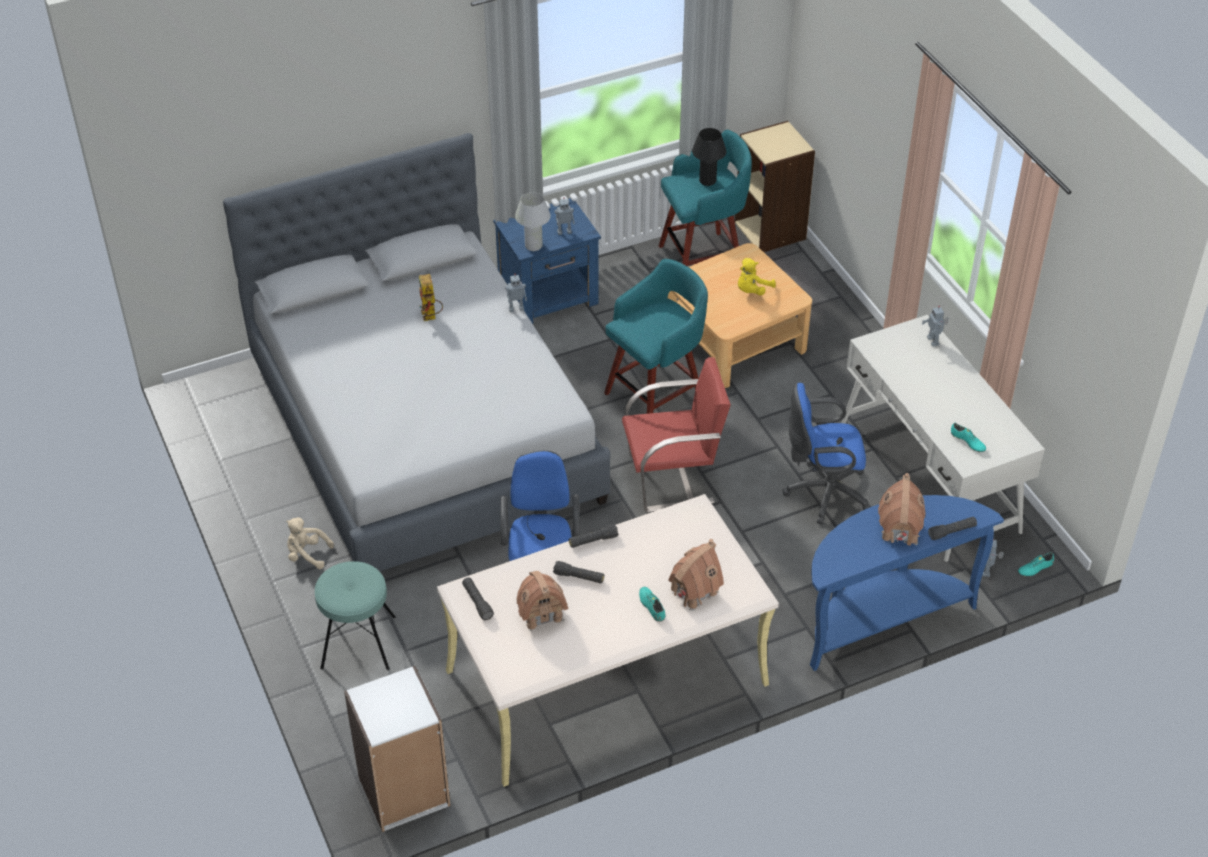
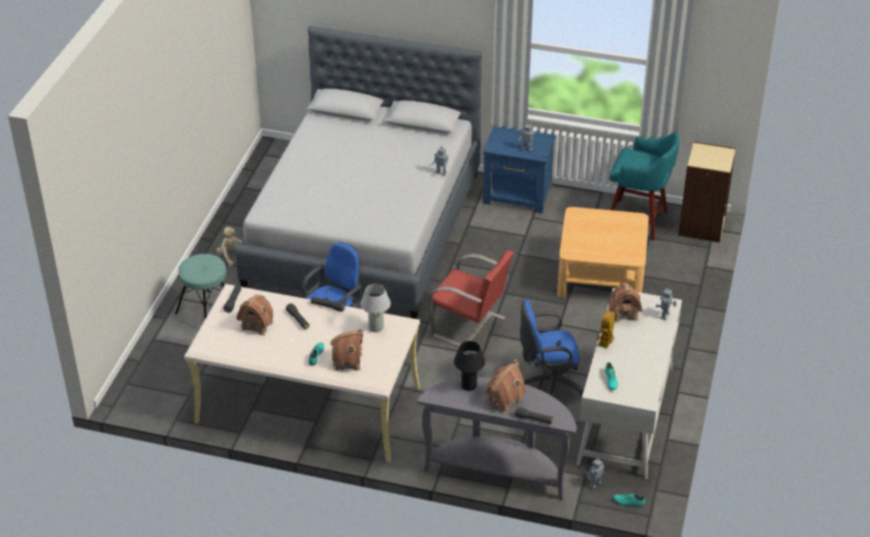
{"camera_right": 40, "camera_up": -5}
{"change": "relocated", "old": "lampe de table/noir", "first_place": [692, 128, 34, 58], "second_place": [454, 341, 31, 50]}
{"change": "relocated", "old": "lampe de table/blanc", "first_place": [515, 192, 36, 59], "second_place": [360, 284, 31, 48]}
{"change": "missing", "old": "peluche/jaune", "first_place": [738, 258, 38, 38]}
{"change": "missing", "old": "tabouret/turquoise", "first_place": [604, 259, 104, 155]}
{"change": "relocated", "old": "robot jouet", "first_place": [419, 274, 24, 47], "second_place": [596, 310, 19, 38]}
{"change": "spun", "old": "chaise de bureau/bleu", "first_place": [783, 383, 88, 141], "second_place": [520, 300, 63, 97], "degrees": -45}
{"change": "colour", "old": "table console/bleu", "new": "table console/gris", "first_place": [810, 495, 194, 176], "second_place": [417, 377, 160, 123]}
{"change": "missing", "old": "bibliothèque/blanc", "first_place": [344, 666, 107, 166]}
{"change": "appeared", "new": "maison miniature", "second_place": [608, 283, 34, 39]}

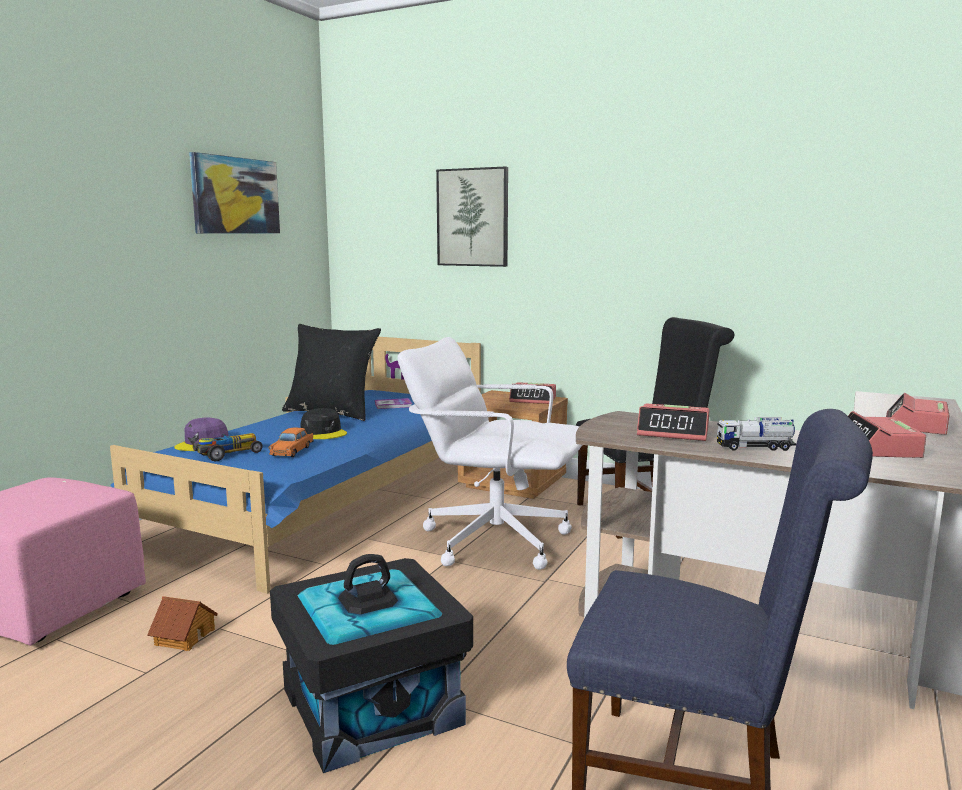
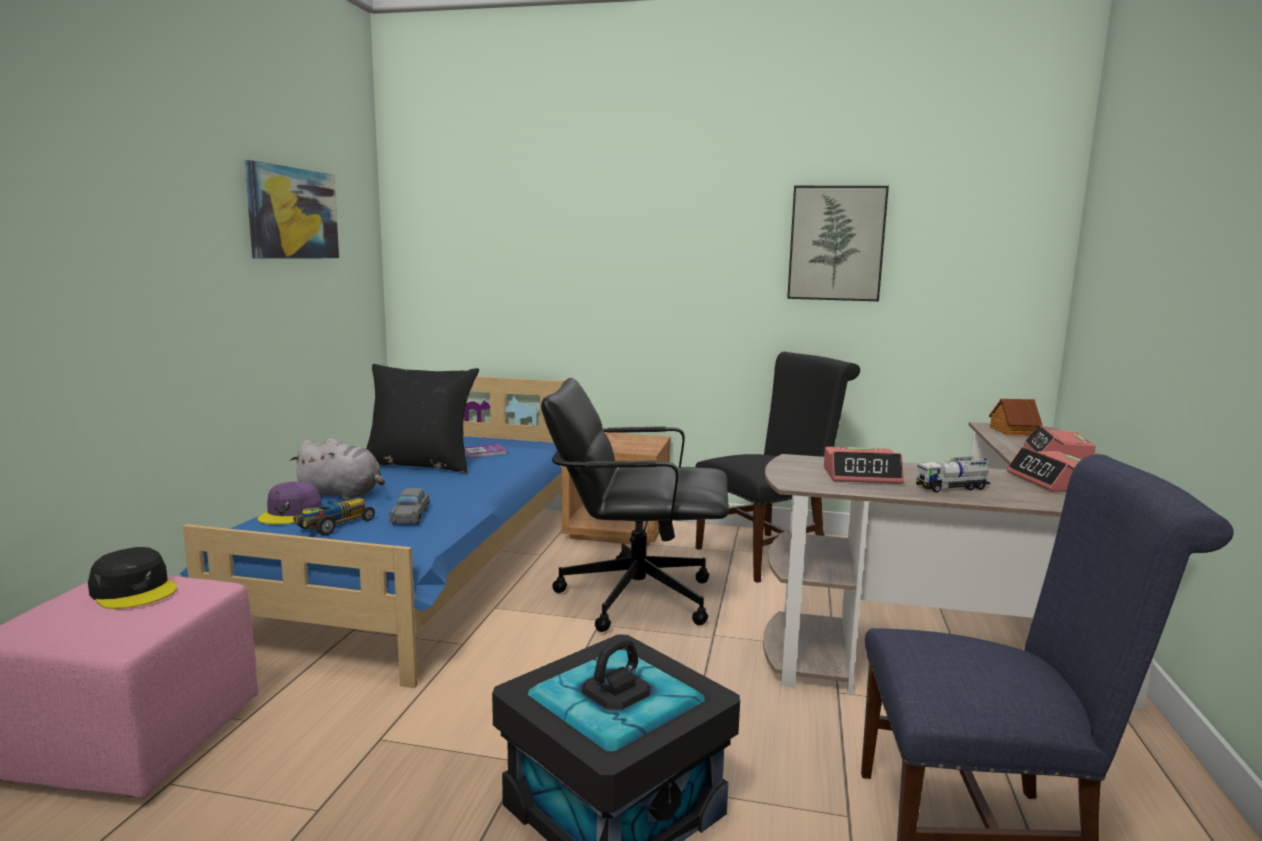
{"camera_right": -15, "camera_up": 0}
{"change": "relocated", "old": "tableau", "first_place": [436, 166, 72, 101], "second_place": [787, 186, 102, 115]}
{"change": "colour", "old": "chaise de bureau/blanc", "new": "chaise de bureau/noir", "first_place": [397, 337, 185, 233], "second_place": [541, 378, 188, 254]}
{"change": "missing", "old": "réveil", "first_place": [509, 382, 47, 22]}
{"change": "relocated", "old": "casquette/noir", "first_place": [301, 408, 46, 31], "second_place": [88, 547, 89, 62]}
{"change": "colour", "old": "petite voiture/orange", "new": "petite voiture/gris", "first_place": [269, 428, 45, 29], "second_place": [389, 488, 41, 36]}
{"change": "relocated", "old": "maison miniature", "first_place": [147, 596, 71, 55], "second_place": [989, 399, 54, 37]}
{"change": "appeared", "new": "peluche/gris", "second_place": [290, 438, 95, 62]}

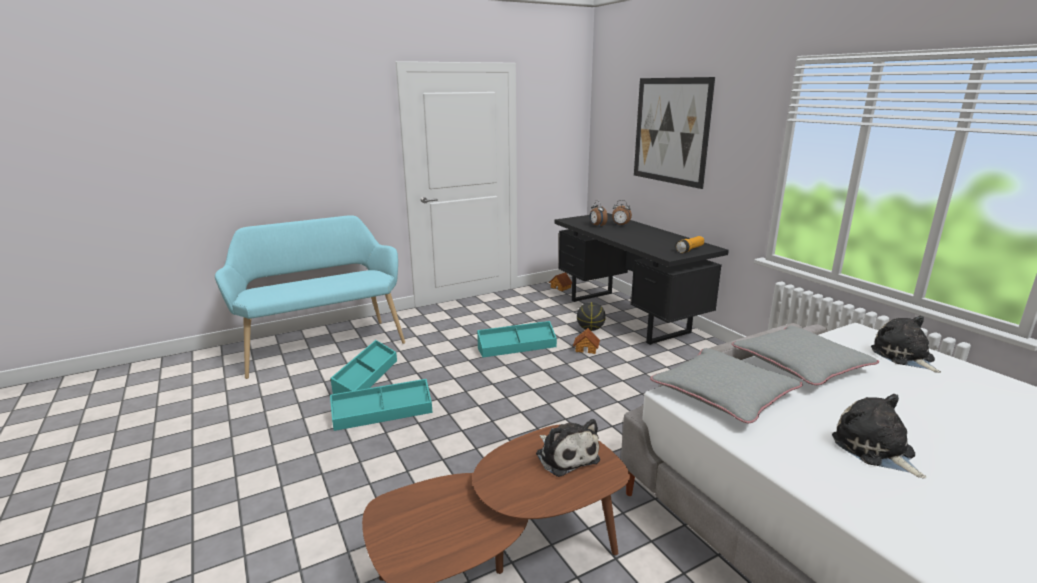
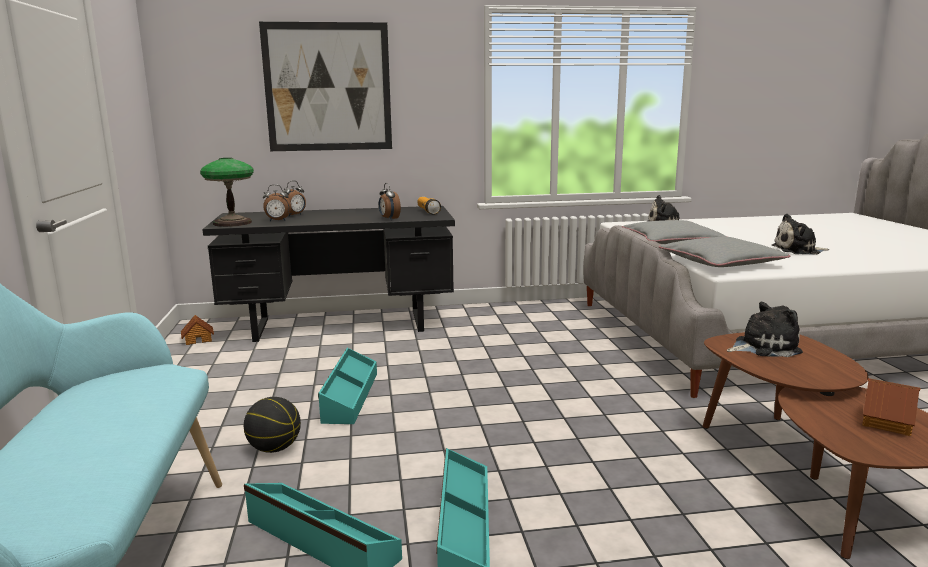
{"camera_right": -70, "camera_up": -5}
{"change": "relocated", "old": "ballon de basket", "first_place": [577, 302, 29, 29], "second_place": [244, 397, 57, 56]}
{"change": "relocated", "old": "maison miniature", "first_place": [573, 328, 27, 26], "second_place": [862, 378, 58, 58]}
{"change": "appeared", "new": "lampe de table", "second_place": [200, 158, 54, 69]}
{"change": "appeared", "new": "réveil", "second_place": [379, 183, 22, 37]}

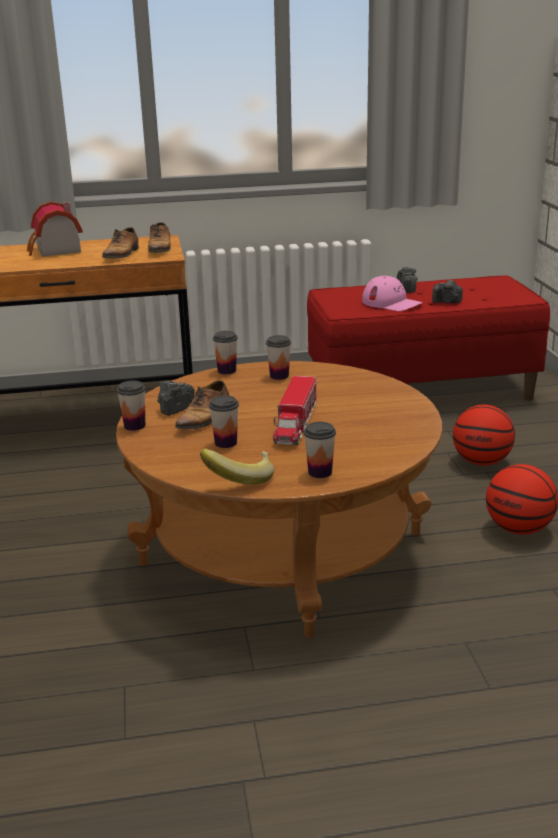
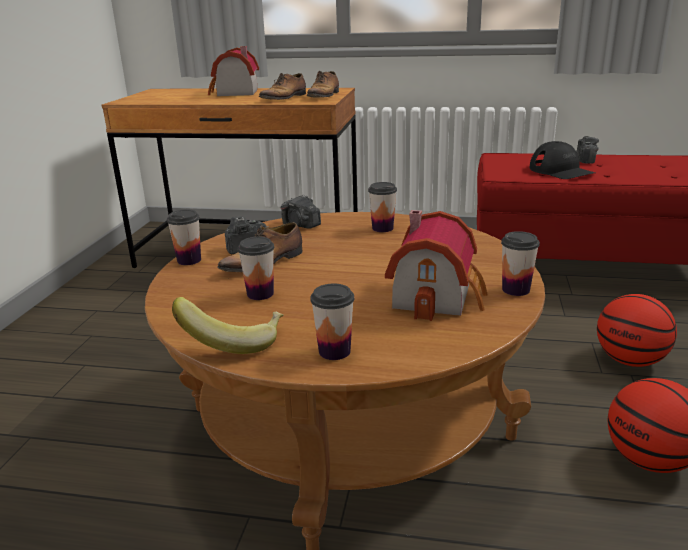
{"camera_right": 20, "camera_up": 0}
{"change": "colour", "old": "casquette/rose", "new": "casquette/noir", "first_place": [362, 276, 61, 35], "second_place": [529, 141, 66, 38]}
{"change": "relocated", "old": "appareil photo", "first_place": [432, 279, 31, 24], "second_place": [281, 195, 40, 34]}
{"change": "relocated", "old": "tasse", "first_place": [213, 331, 25, 43], "second_place": [501, 231, 39, 65]}
{"change": "missing", "old": "camion jouet", "first_place": [273, 376, 43, 69]}
{"change": "appeared", "new": "maison miniature", "second_place": [385, 210, 103, 111]}

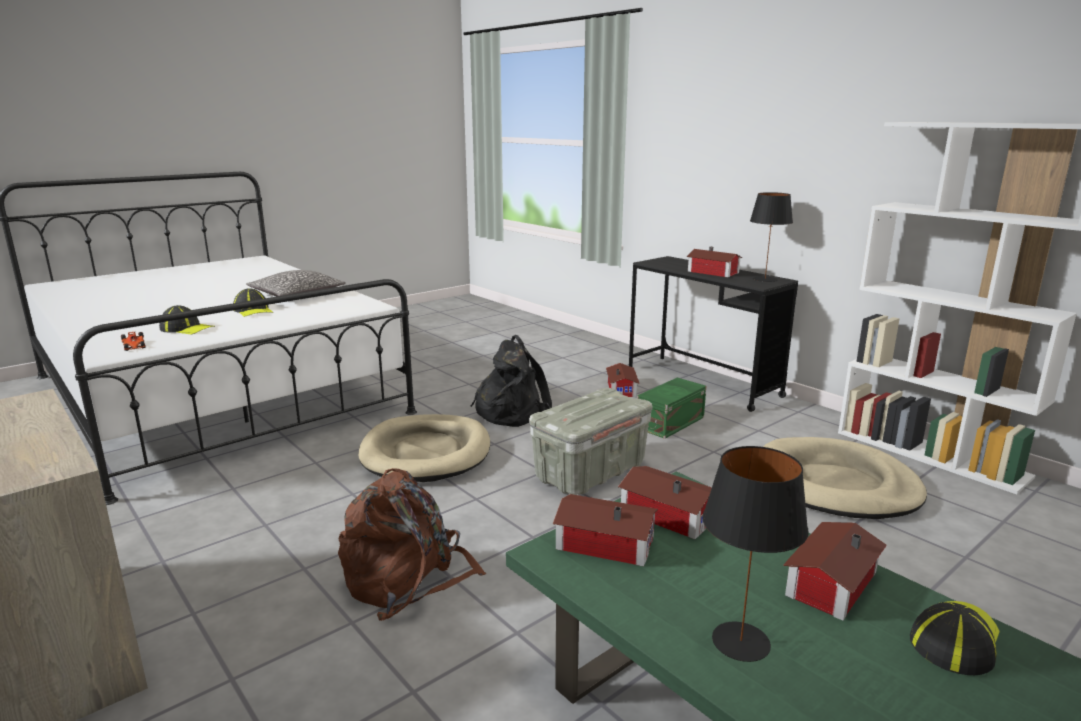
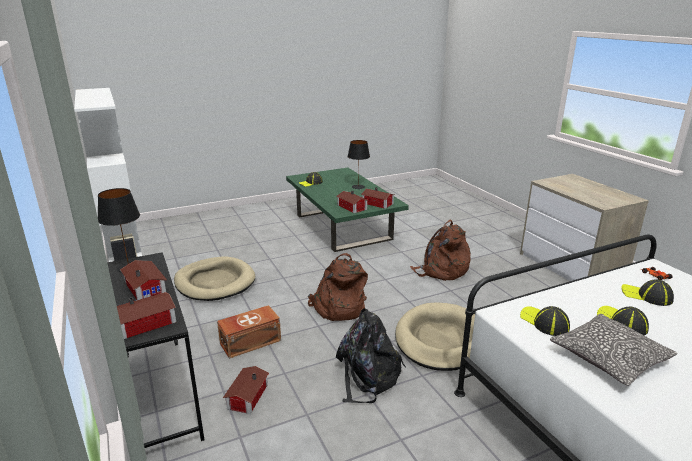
{"camera_right": -165, "camera_up": 5}
{"change": "colour", "old": "boîte de rangement/vert", "new": "boîte de rangement/marron", "first_place": [637, 378, 69, 61], "second_place": [217, 305, 64, 54]}
{"change": "exchanged", "old": "boîte de rangement/gris", "new": "sac à dos/marron", "first_place": [529, 388, 123, 107], "second_place": [307, 253, 61, 68]}
{"change": "relocated", "old": "maison miniature", "first_place": [783, 522, 104, 98], "second_place": [117, 292, 59, 47]}
{"change": "appeared", "new": "casquette", "second_place": [520, 306, 50, 30]}

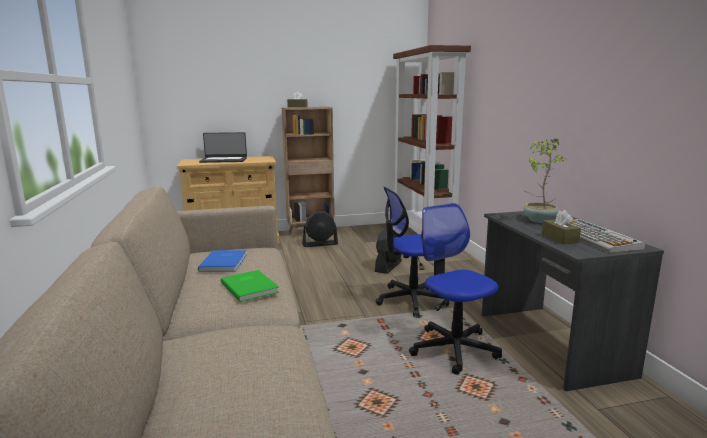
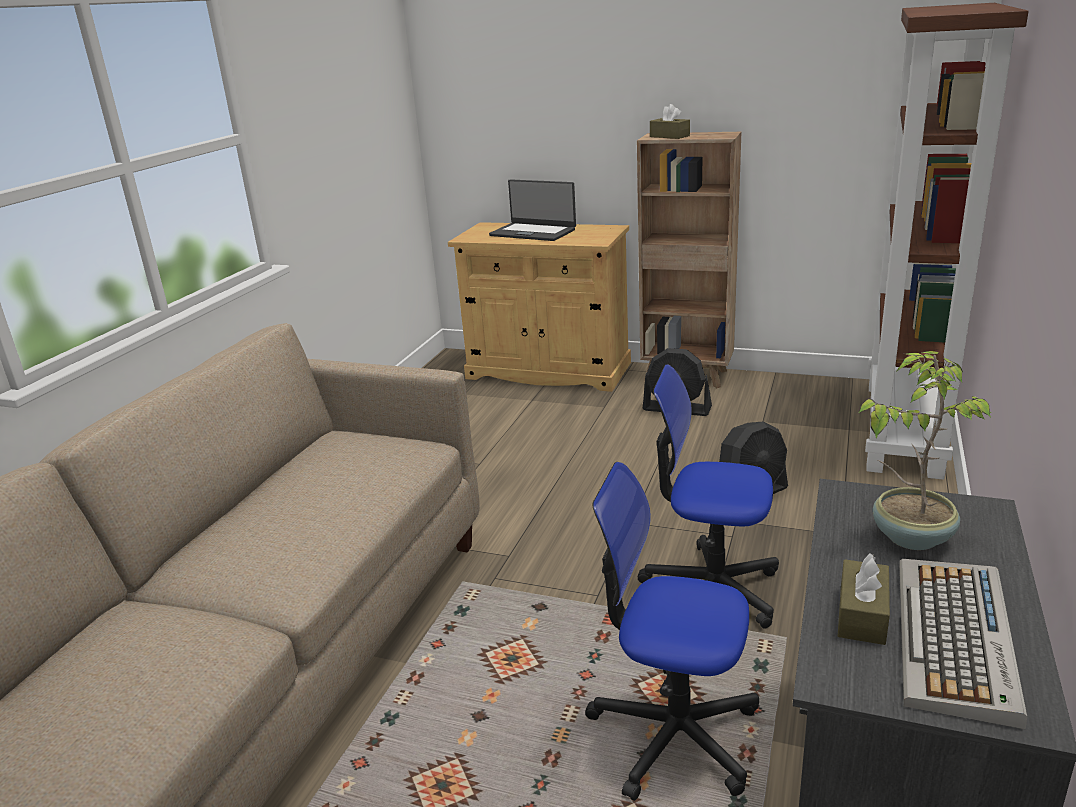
{"camera_right": 35, "camera_up": 10}
{"change": "spun", "old": "chaise de bureau", "first_place": [409, 203, 93, 172], "second_place": [585, 462, 174, 339], "degrees": -75}
{"change": "missing", "old": "livre/bleu", "first_place": [198, 250, 48, 22]}
{"change": "missing", "old": "livre/vert", "first_place": [221, 270, 59, 32]}

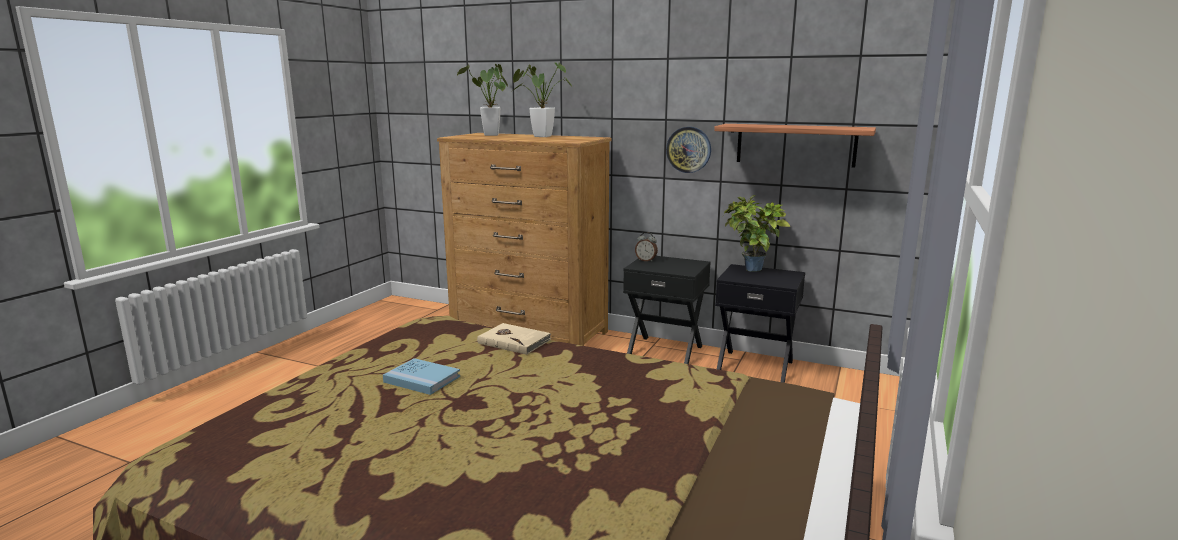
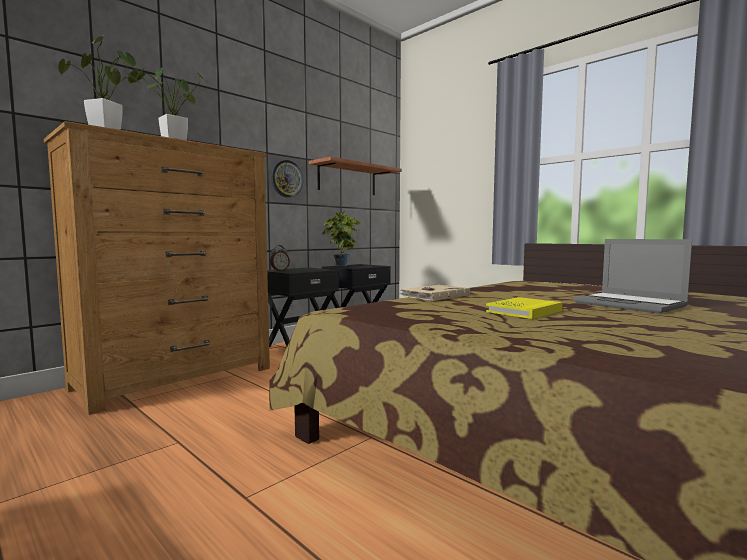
{"camera_right": -70, "camera_up": -10}
{"change": "colour", "old": "livre/bleu", "new": "livre/jaune", "first_place": [383, 358, 77, 37], "second_place": [486, 297, 77, 22]}
{"change": "appeared", "new": "ordinateur portable", "second_place": [573, 239, 119, 75]}

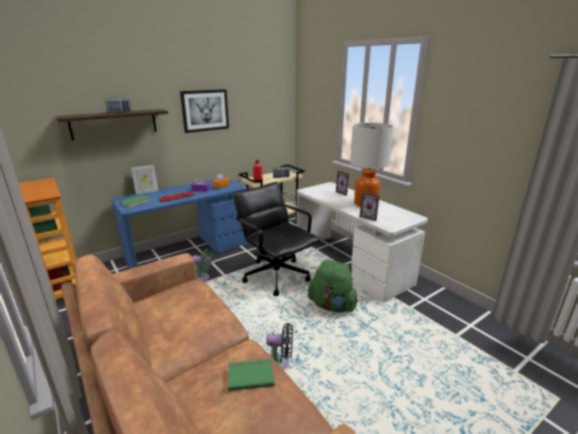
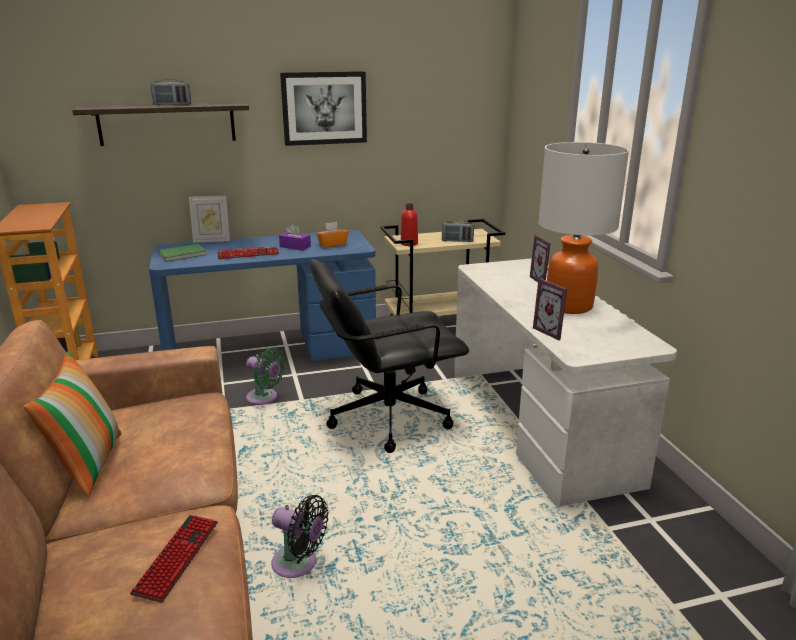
{"camera_right": 20, "camera_up": 0}
{"change": "spun", "old": "chaise de bureau/noir", "first_place": [233, 182, 87, 114], "second_place": [310, 259, 159, 194], "degrees": -90}
{"change": "missing", "old": "sac à dos/vert", "first_place": [308, 260, 50, 53]}
{"change": "exchanged", "old": "livre/vert", "new": "clavier", "first_place": [228, 358, 46, 33], "second_place": [130, 515, 88, 88]}
{"change": "appeared", "new": "coussin", "second_place": [23, 351, 98, 146]}

